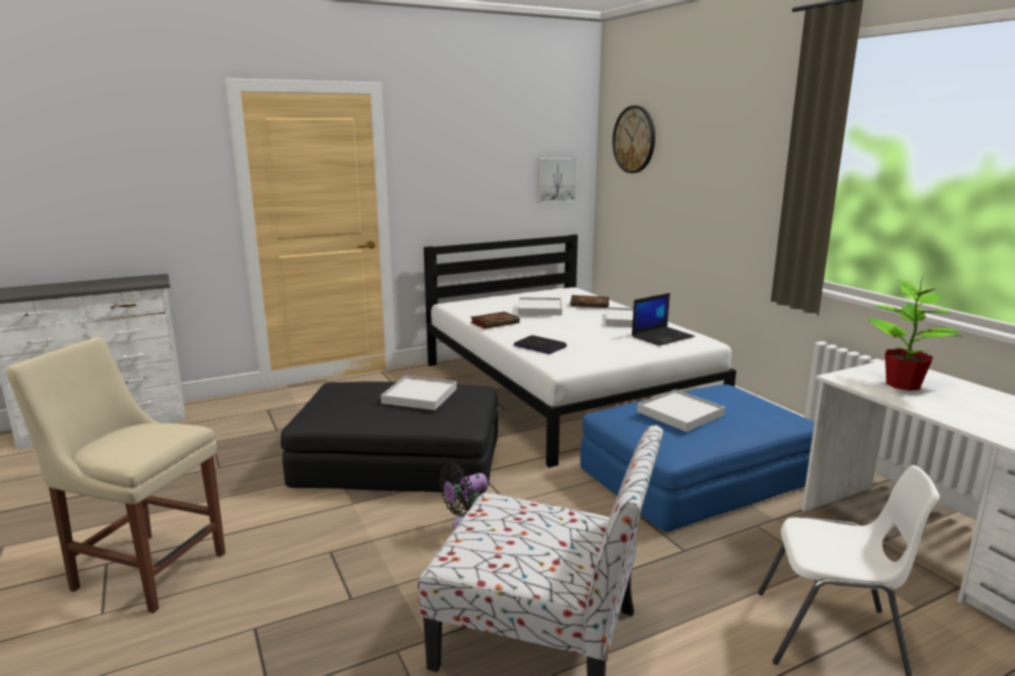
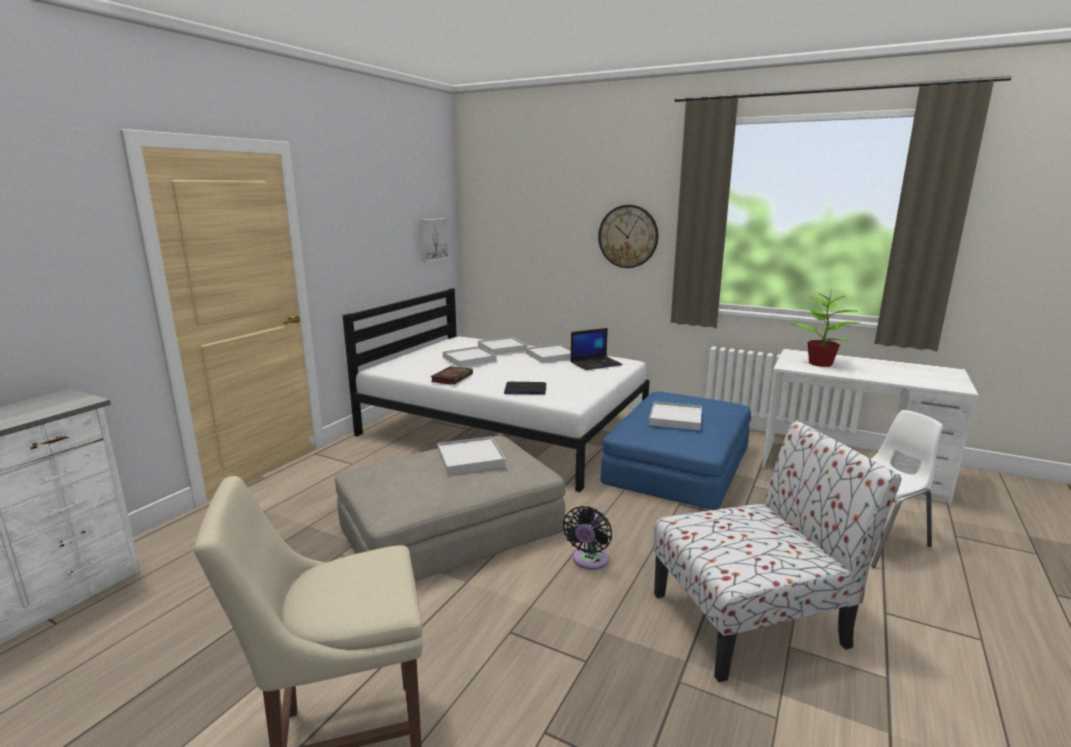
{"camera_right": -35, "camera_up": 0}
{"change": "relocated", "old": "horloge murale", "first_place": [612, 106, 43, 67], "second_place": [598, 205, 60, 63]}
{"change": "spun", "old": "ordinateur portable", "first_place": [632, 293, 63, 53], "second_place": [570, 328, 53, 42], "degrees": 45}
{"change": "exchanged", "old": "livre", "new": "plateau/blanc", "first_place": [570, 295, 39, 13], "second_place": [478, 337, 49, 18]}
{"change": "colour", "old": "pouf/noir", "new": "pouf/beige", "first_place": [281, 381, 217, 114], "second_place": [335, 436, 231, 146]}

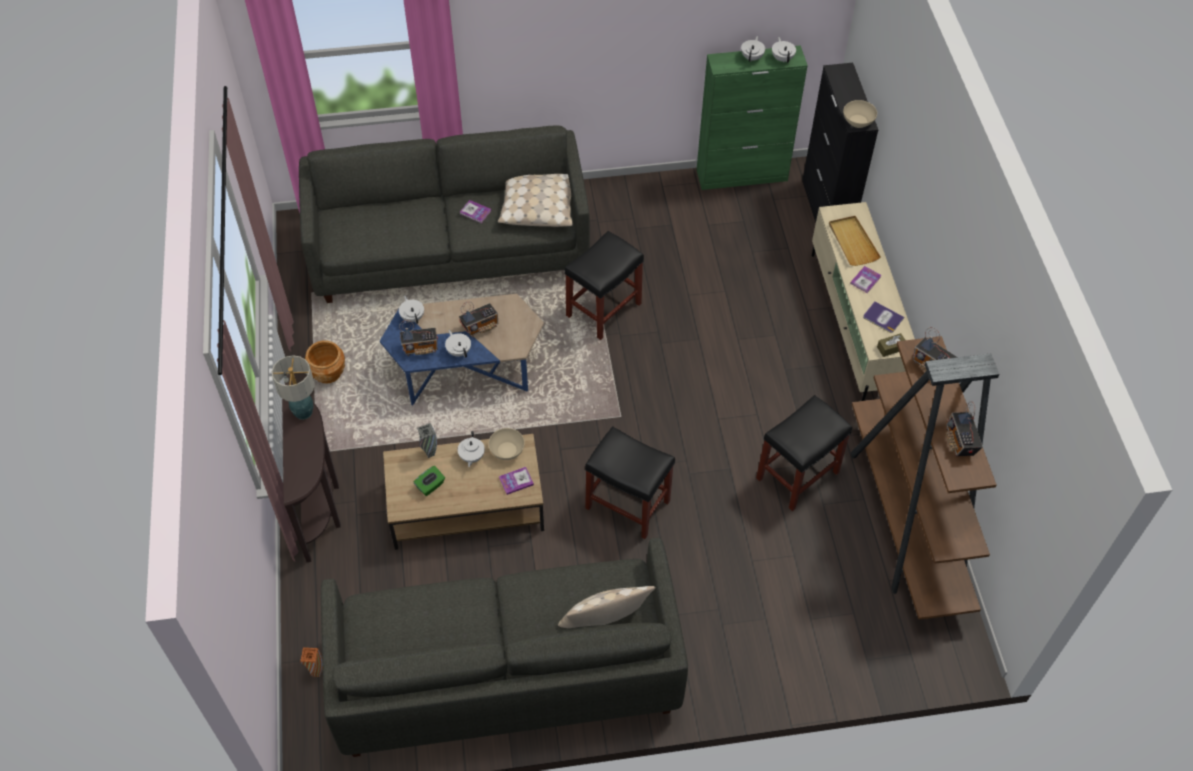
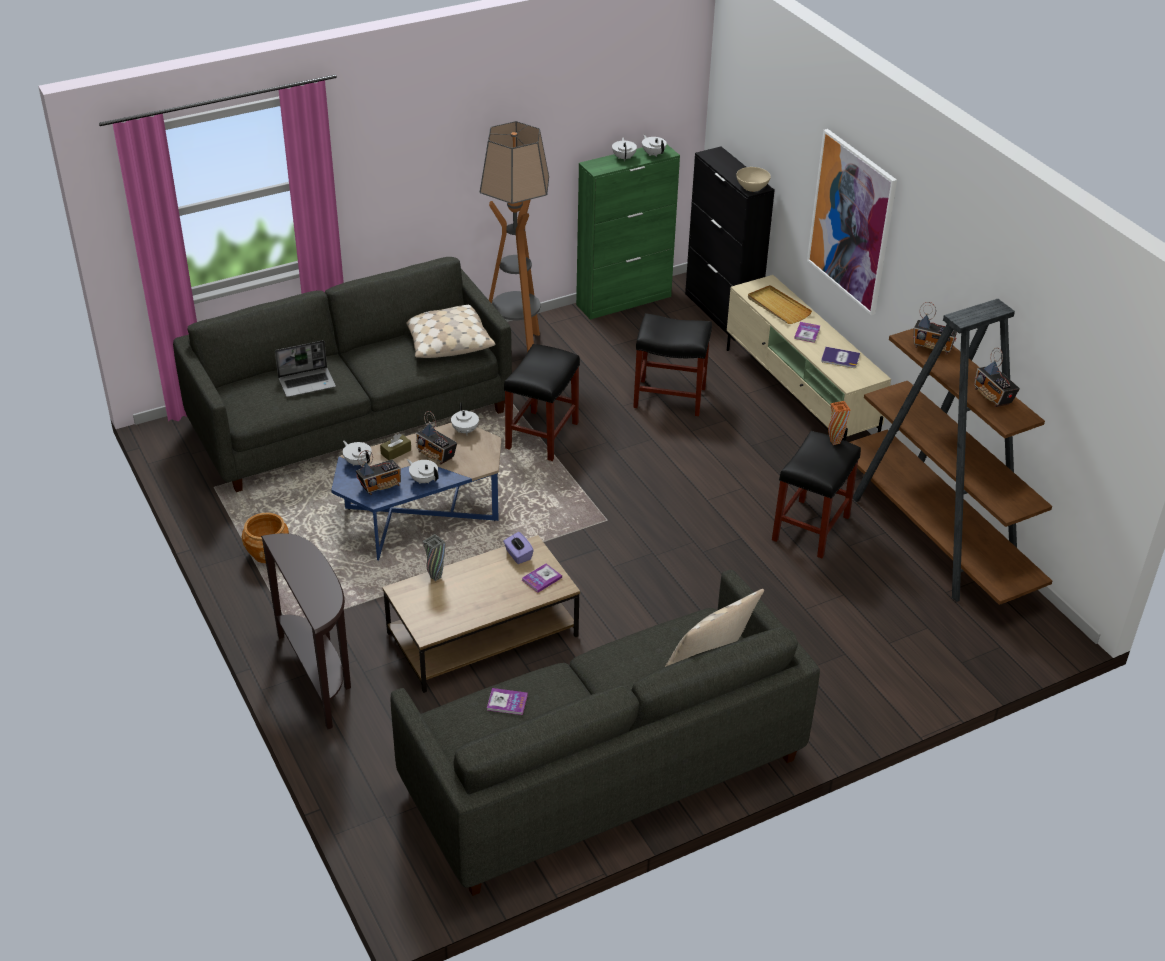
{"camera_right": -20, "camera_up": -15}
{"change": "relocated", "old": "livre", "first_place": [460, 200, 31, 23], "second_place": [487, 688, 41, 27]}
{"change": "spun", "old": "radio", "first_place": [459, 302, 39, 35], "second_place": [416, 411, 41, 53], "degrees": 90}
{"change": "relocated", "old": "boîte à mouchoirs/marron", "first_place": [877, 333, 28, 24], "second_place": [380, 433, 31, 27]}
{"change": "missing", "old": "lampe de table", "first_place": [272, 355, 43, 65]}
{"change": "relocated", "old": "tabouret/noir", "first_place": [585, 426, 90, 113], "second_place": [633, 313, 79, 103]}
{"change": "exchanged", "old": "bol/beige", "new": "boîte à mouchoirs/violet", "first_place": [488, 428, 37, 32], "second_place": [503, 532, 31, 32]}
{"change": "relocated", "old": "théière/blanc", "first_place": [457, 431, 28, 36], "second_place": [451, 403, 28, 32]}
{"change": "missing", "old": "boîte à mouchoirs/vert", "first_place": [414, 466, 31, 30]}
{"change": "relocated", "old": "vase/orange", "first_place": [300, 647, 23, 30], "second_place": [828, 401, 22, 44]}
{"change": "appeared", "new": "lampadaire", "second_place": [479, 121, 70, 231]}
{"change": "appeared", "new": "tableau", "second_place": [807, 129, 90, 186]}
{"change": "appeared", "new": "ordinateur portable", "second_place": [275, 340, 61, 57]}

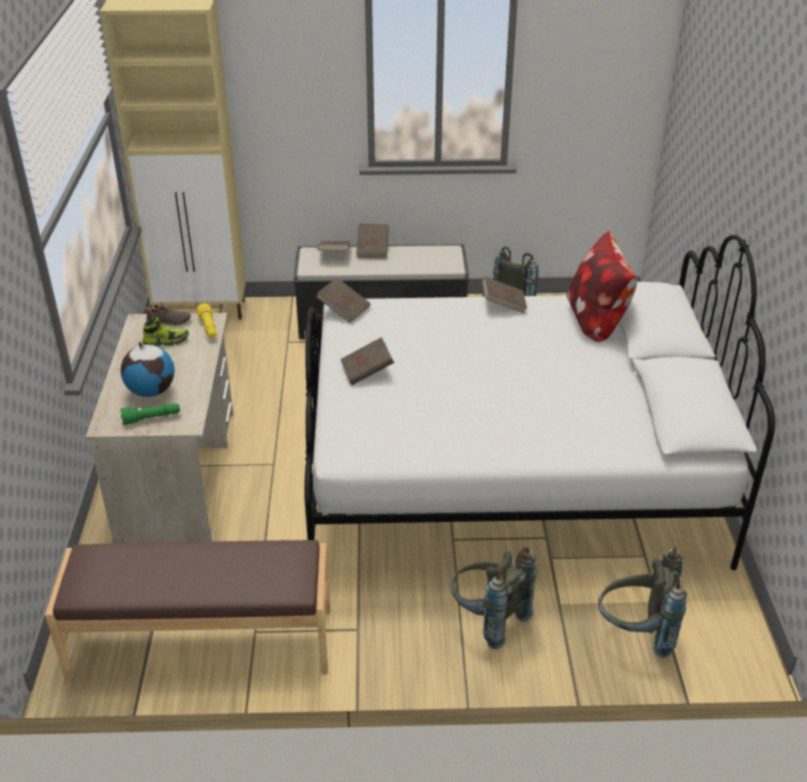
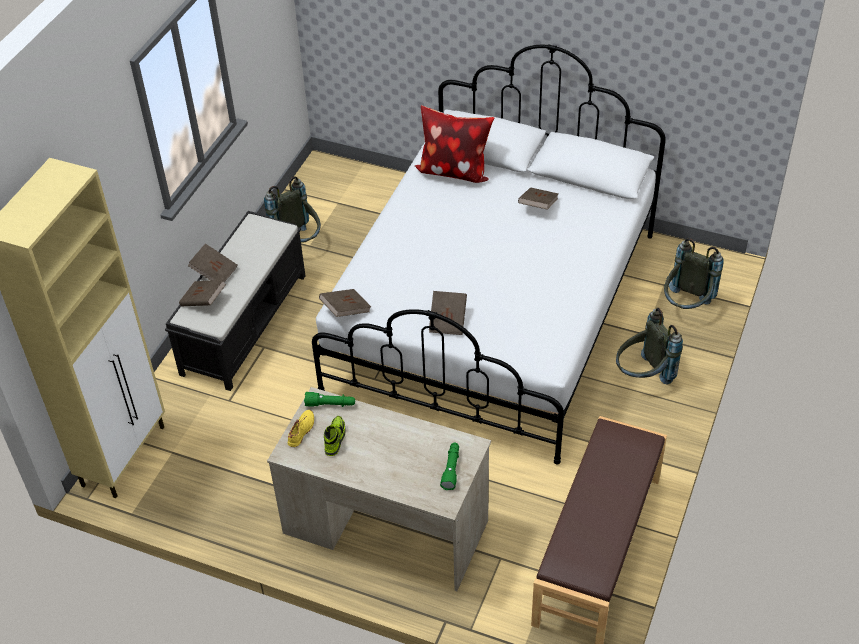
{"camera_right": -65, "camera_up": 10}
{"change": "relocated", "old": "livre/marron", "first_place": [482, 276, 45, 37], "second_place": [518, 187, 40, 23]}
{"change": "colour", "old": "chaussure/noir", "new": "chaussure/jaune", "first_place": [145, 301, 46, 25], "second_place": [288, 410, 26, 37]}
{"change": "colour", "old": "lampe de poche/jaune", "new": "lampe de poche/vert", "first_place": [197, 303, 20, 35], "second_place": [304, 392, 51, 15]}
{"change": "missing", "old": "globe", "first_place": [120, 342, 55, 55]}

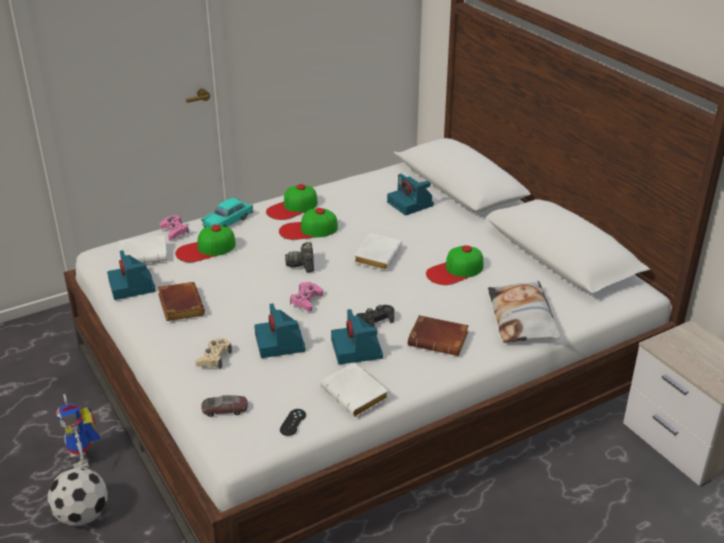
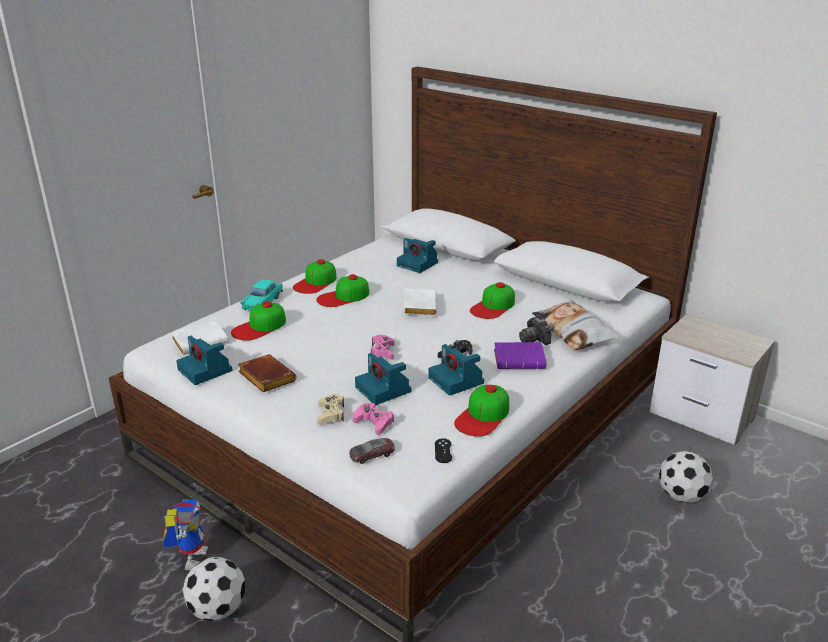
{"camera_right": -20, "camera_up": -5}
{"change": "relocated", "old": "manette/rose", "first_place": [160, 215, 29, 25], "second_place": [353, 403, 41, 32]}
{"change": "relocated", "old": "appareil photo", "first_place": [285, 242, 29, 30], "second_place": [519, 317, 32, 28]}
{"change": "colour", "old": "livre/marron", "new": "livre/violet", "first_place": [408, 315, 61, 41], "second_place": [494, 342, 52, 27]}
{"change": "exchanged", "old": "livre/blanc", "new": "casquette", "first_place": [320, 363, 69, 54], "second_place": [454, 385, 55, 52]}
{"change": "spun", "old": "robot jouet", "first_place": [56, 394, 45, 74], "second_place": [163, 500, 45, 70], "degrees": -135}
{"change": "appeared", "new": "ballon de foot", "second_place": [659, 451, 54, 52]}

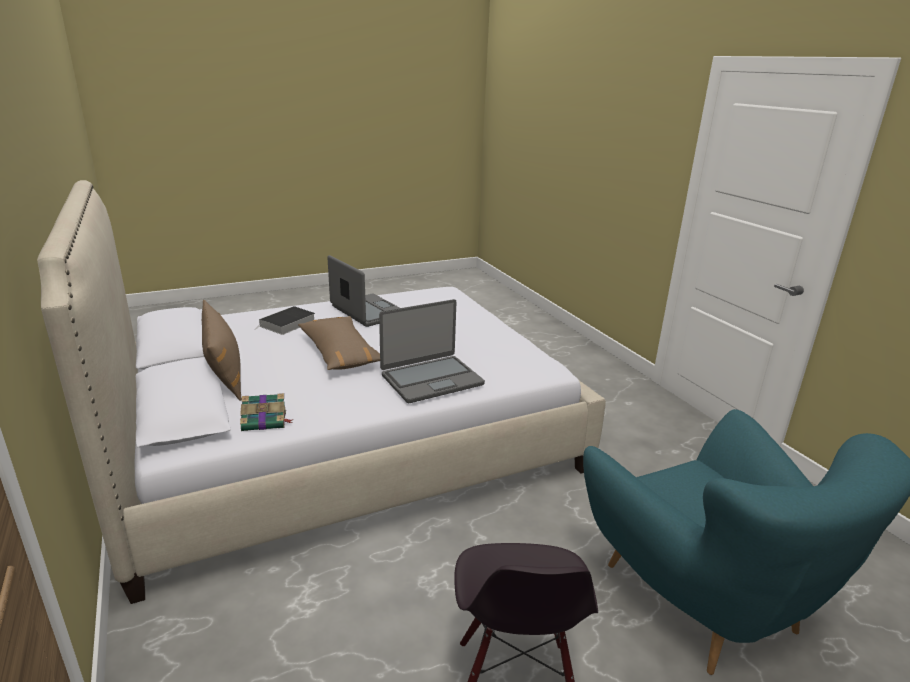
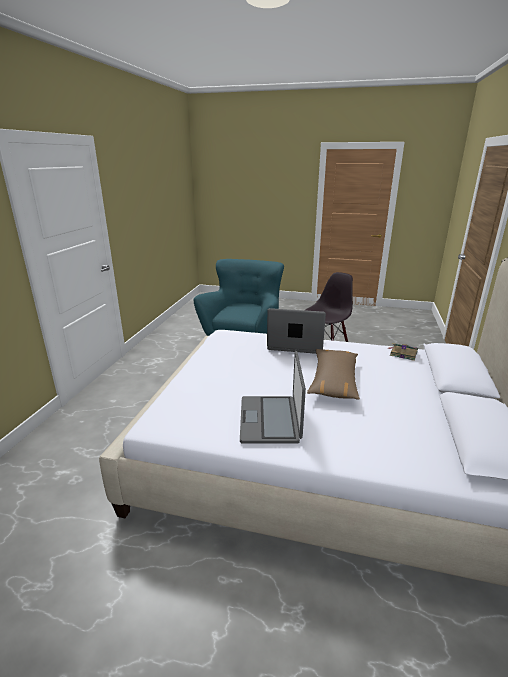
{"camera_right": -140, "camera_up": 0}
{"change": "missing", "old": "coussin/marron", "first_place": [202, 300, 40, 101]}
{"change": "missing", "old": "livre", "first_place": [255, 306, 60, 29]}

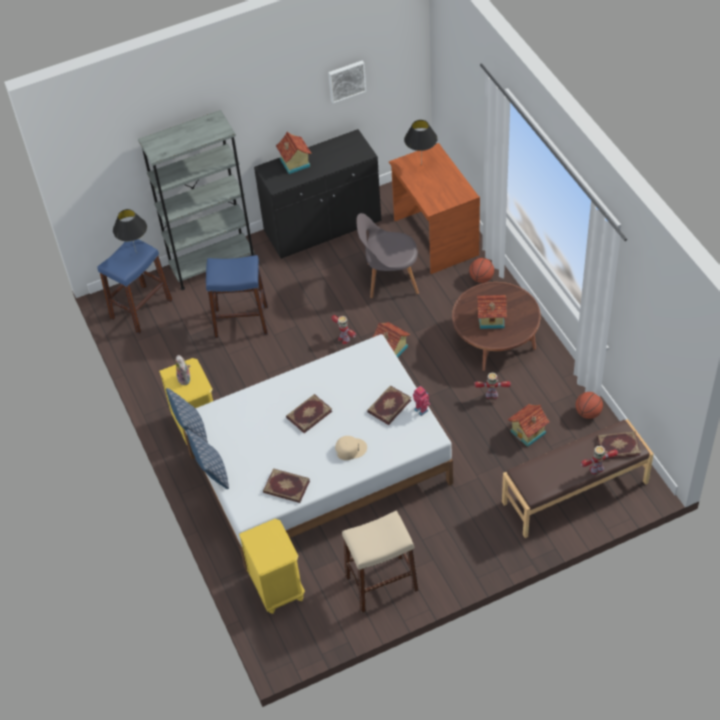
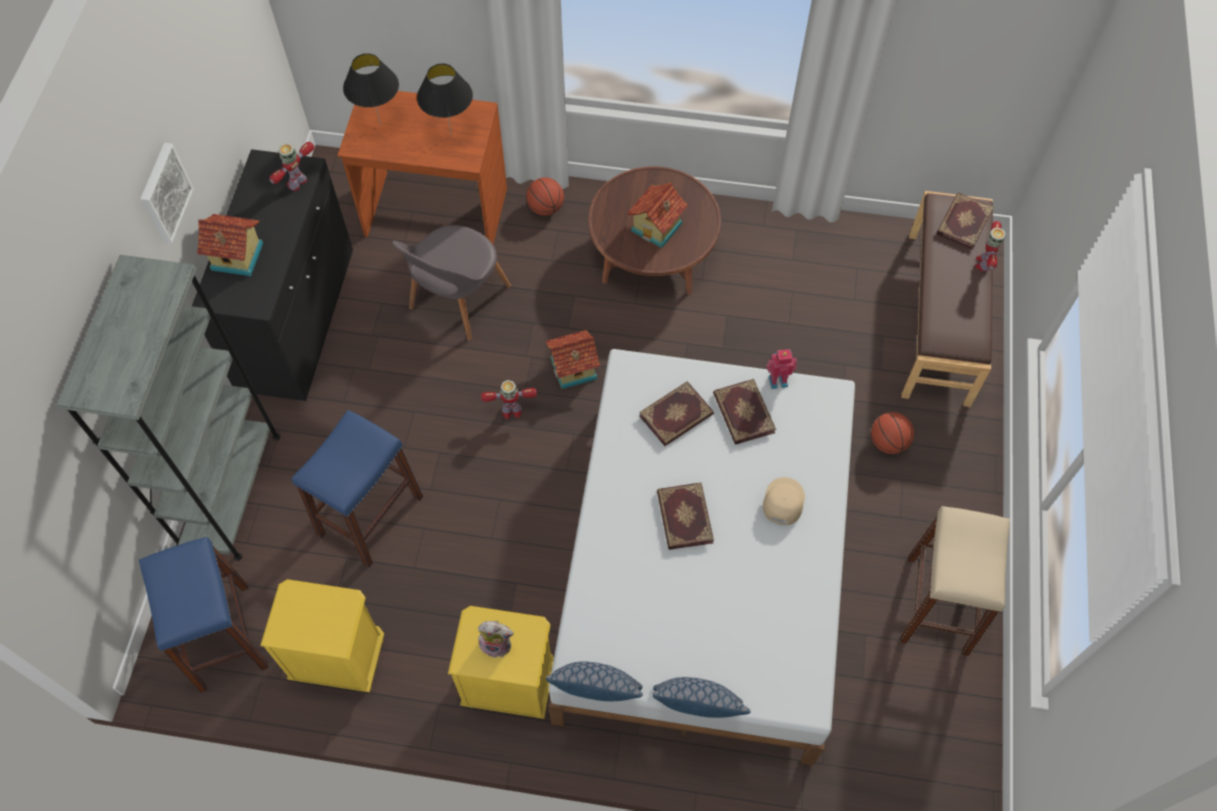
{"camera_right": -60, "camera_up": 10}
{"change": "relocated", "old": "tableau", "first_place": [328, 60, 38, 44], "second_place": [140, 143, 54, 101]}
{"change": "relocated", "old": "lampe de table/noir", "first_place": [113, 209, 34, 42], "second_place": [417, 64, 56, 72]}
{"change": "relocated", "old": "robot jouet", "first_place": [475, 372, 36, 27], "second_place": [269, 142, 45, 49]}
{"change": "relocated", "old": "ballon de basket", "first_place": [576, 392, 27, 27], "second_place": [871, 412, 43, 42]}
{"change": "missing", "old": "maison miniature", "first_place": [508, 404, 42, 43]}
{"change": "relocated", "old": "livre", "first_place": [263, 468, 47, 35], "second_place": [639, 381, 75, 65]}
{"change": "relocated", "old": "table de chevet/jaune", "first_place": [239, 519, 66, 95], "second_place": [260, 579, 124, 113]}

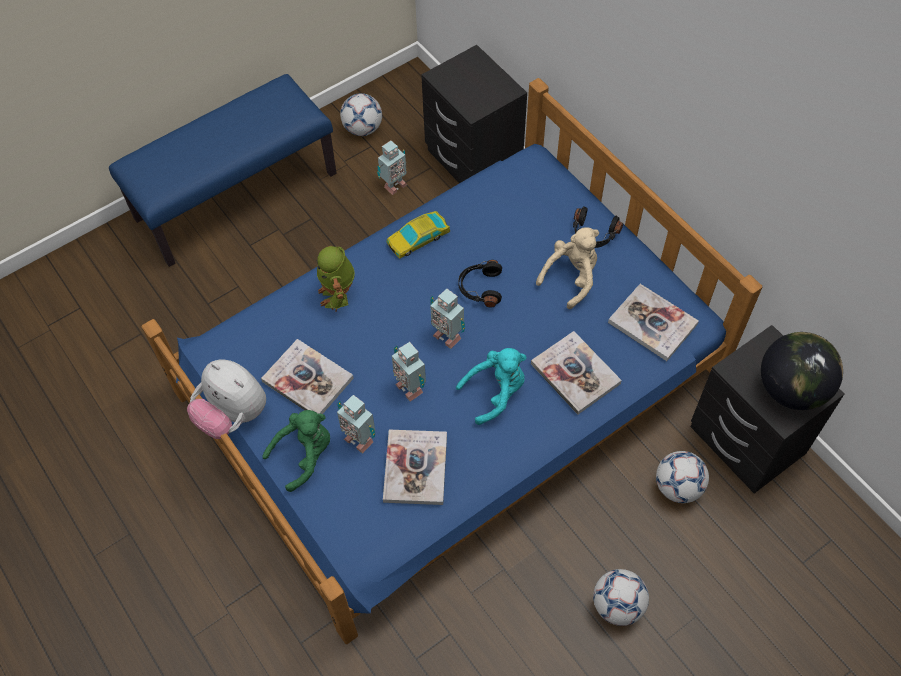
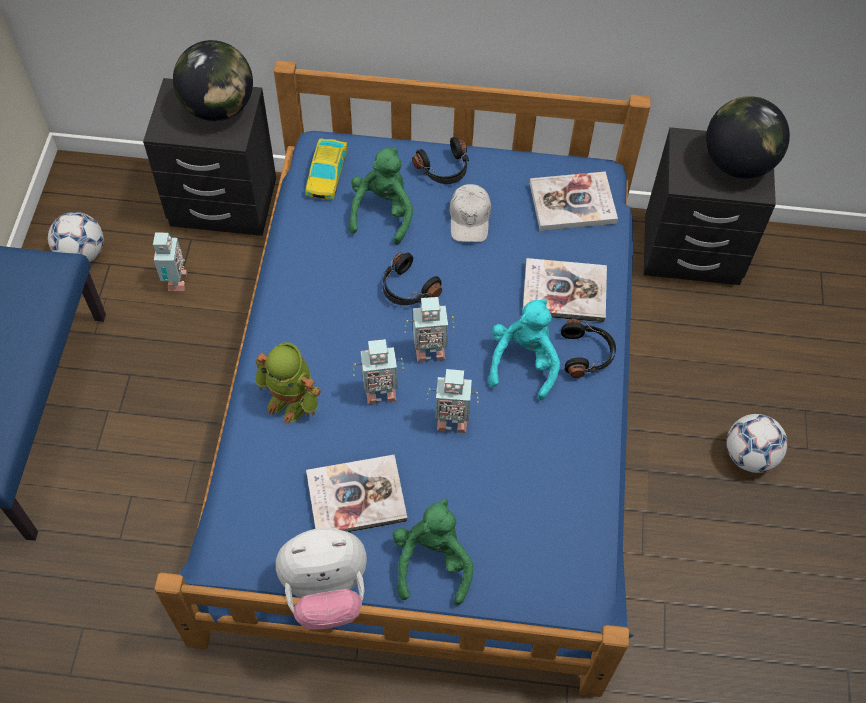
{"camera_right": -50, "camera_up": 0}
{"change": "relocated", "old": "petite voiture", "first_place": [387, 211, 63, 48], "second_place": [305, 138, 43, 62]}
{"change": "exchanged", "old": "peluche/beige", "new": "casquette/blanc", "first_place": [536, 227, 63, 82], "second_place": [449, 184, 42, 58]}
{"change": "relocated", "old": "robot jouet", "first_place": [337, 395, 38, 59], "second_place": [352, 339, 52, 65]}
{"change": "missing", "old": "livre", "first_place": [383, 430, 64, 75]}
{"change": "missing", "old": "ballon de foot", "first_place": [656, 451, 53, 52]}
{"change": "appeared", "new": "globe", "second_place": [173, 40, 80, 81]}
{"change": "appeared", "new": "peluche/vert", "second_place": [349, 148, 64, 97]}
{"change": "appeared", "new": "casque audio/noir", "second_place": [561, 319, 55, 59]}

